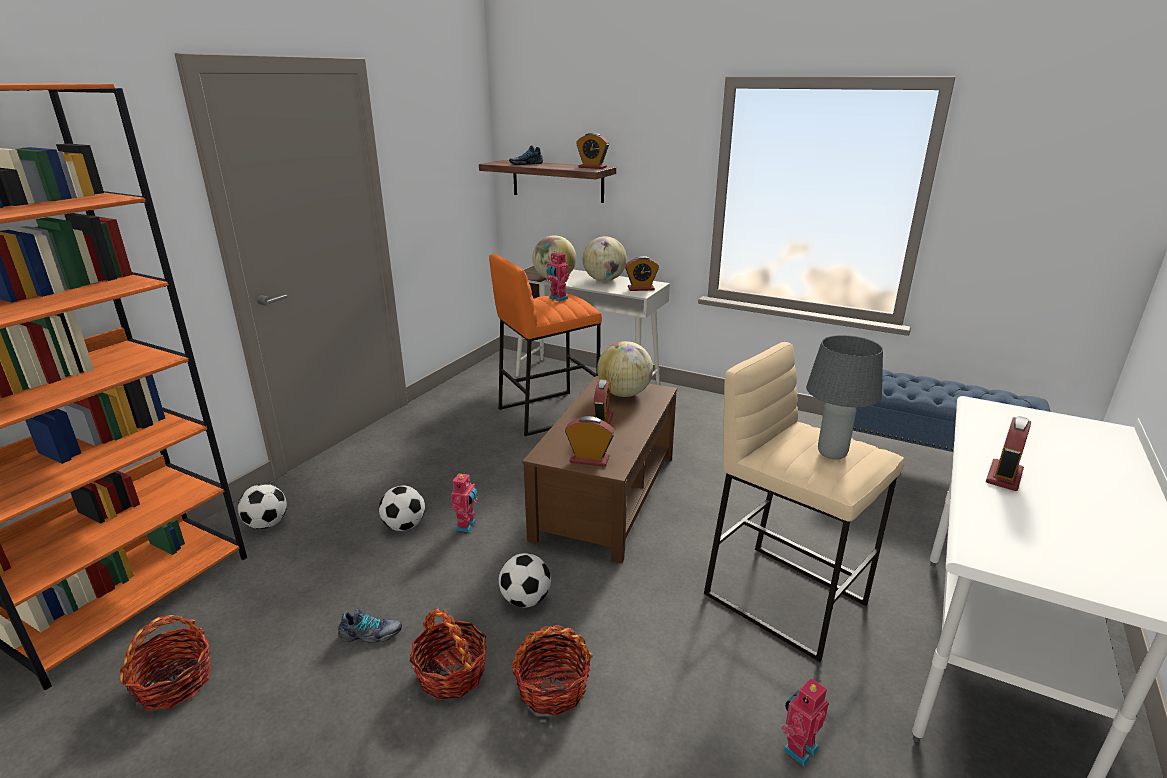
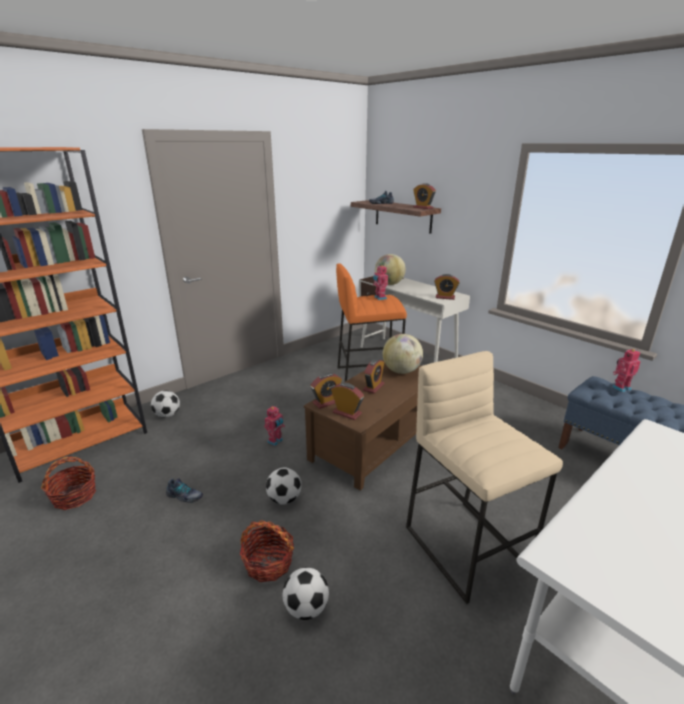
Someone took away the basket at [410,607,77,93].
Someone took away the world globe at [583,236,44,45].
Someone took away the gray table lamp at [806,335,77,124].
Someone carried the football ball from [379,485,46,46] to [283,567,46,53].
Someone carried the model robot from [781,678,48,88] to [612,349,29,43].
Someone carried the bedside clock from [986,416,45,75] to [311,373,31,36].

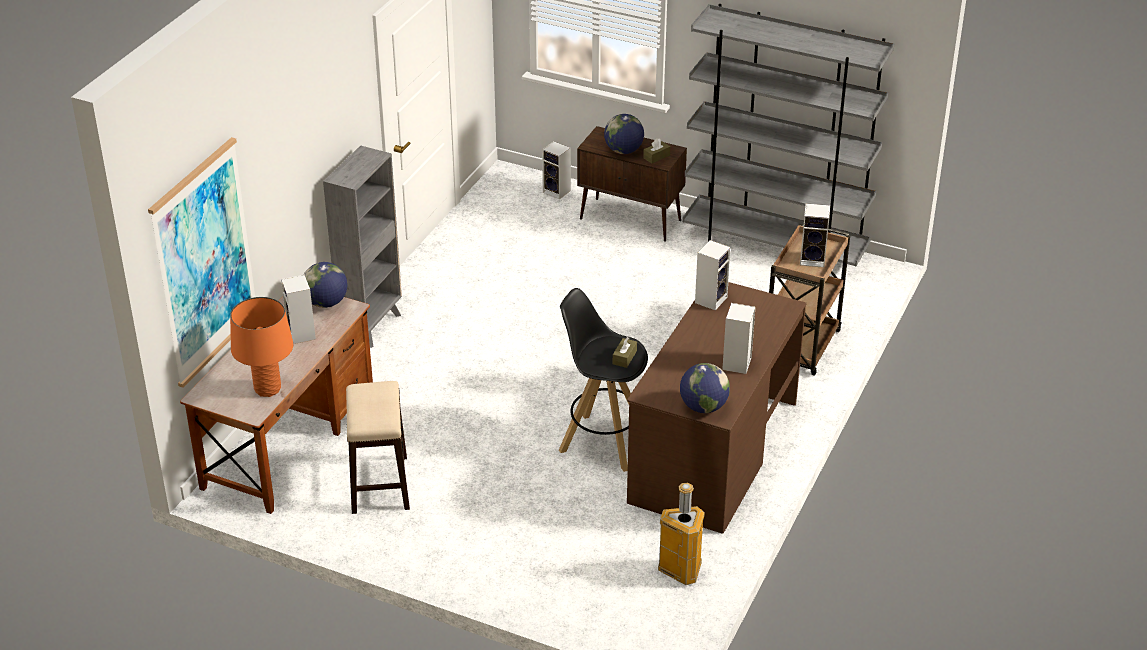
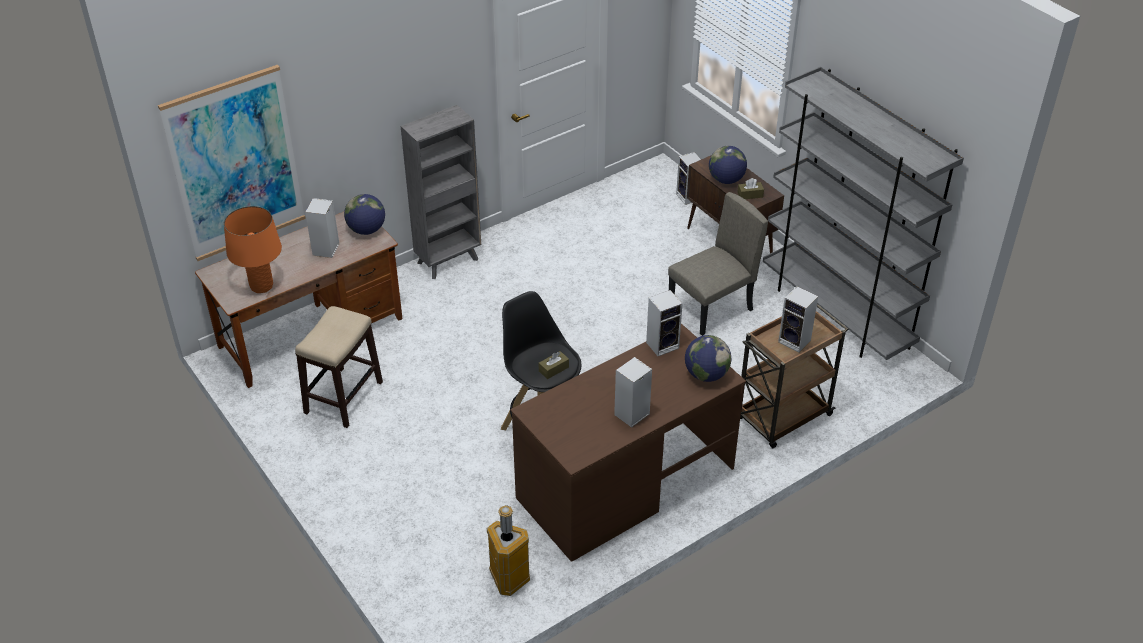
Someone put down the beige plain chair at [668,192,100,144].
Someone carried the world globe from [680,363,50,50] to [685,335,46,47].

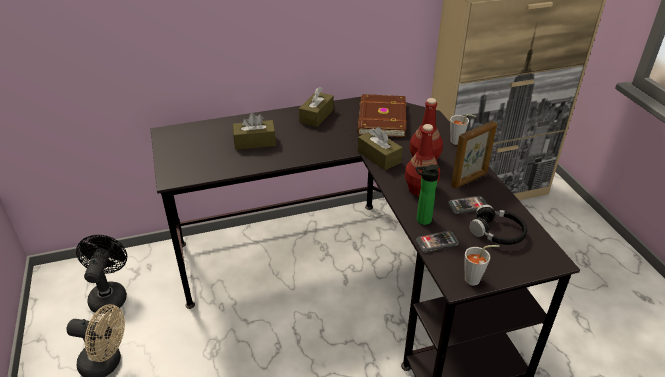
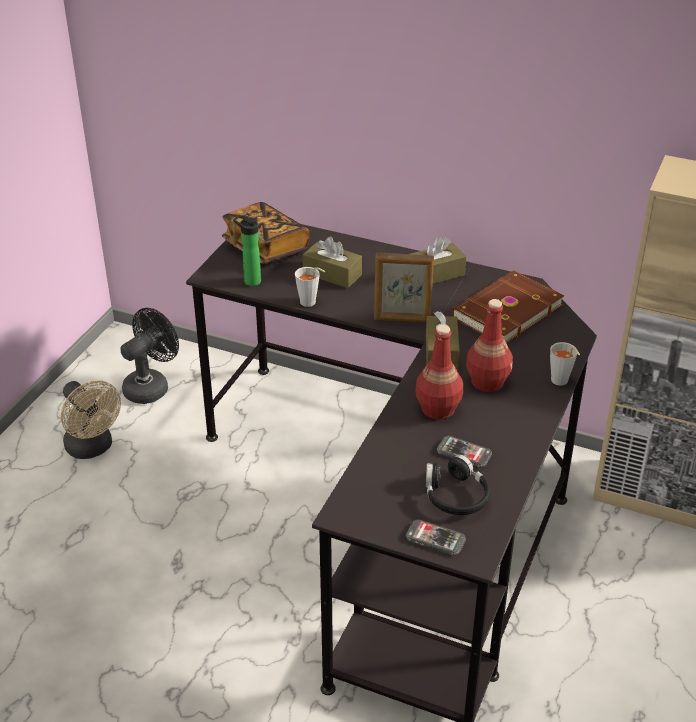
Someone put down the bound book at [222,202,88,62].
Someone carried the bottle from [416,164,23,61] to [233,215,28,71].
Someone carried the telephone from [416,231,43,22] to [406,519,60,36].
Someone carried the picture frame from [451,121,46,68] to [374,252,60,71].
Someone carried the gray cup from [464,245,35,41] to [295,267,30,40].

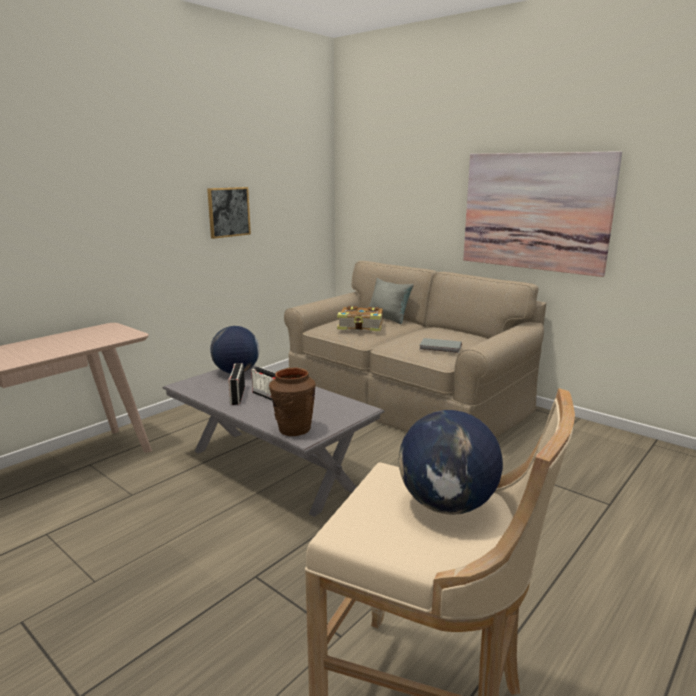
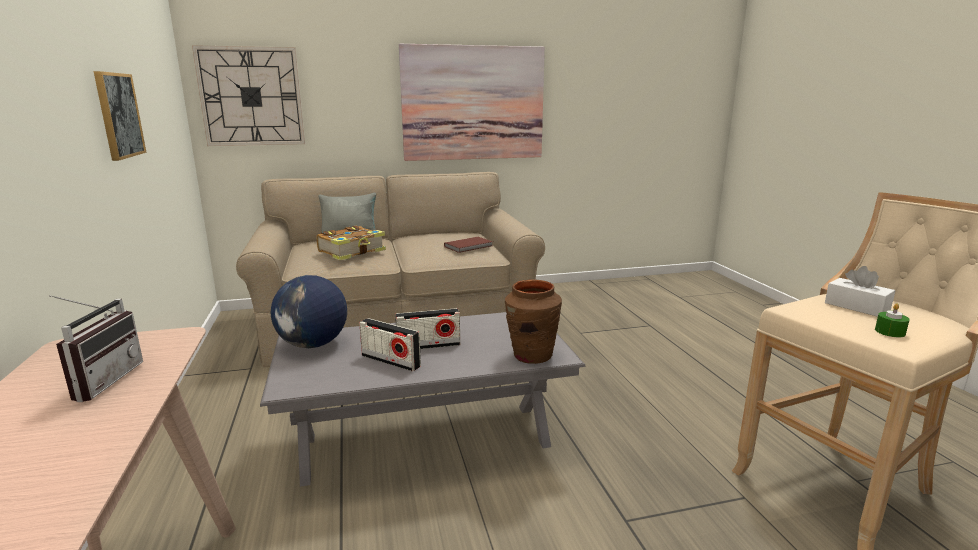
Someone put down the radio receiver at [49,295,94,107].
Someone put up the wall clock at [192,45,113,101].
Someone put down the greenish wax candle at [875,304,35,33].
Someone swapped the world globe at [399,410,104,105] for the white tissue holder at [825,266,70,51].
Someone repainted the gray bound book at [420,338,42,15], which became the brownish bound book at [444,237,49,16].

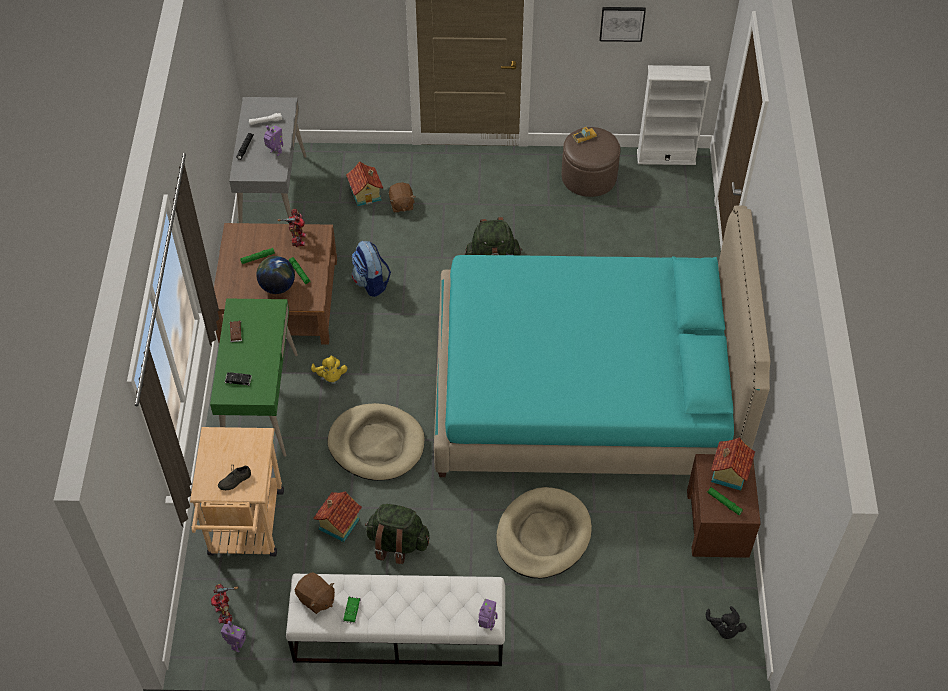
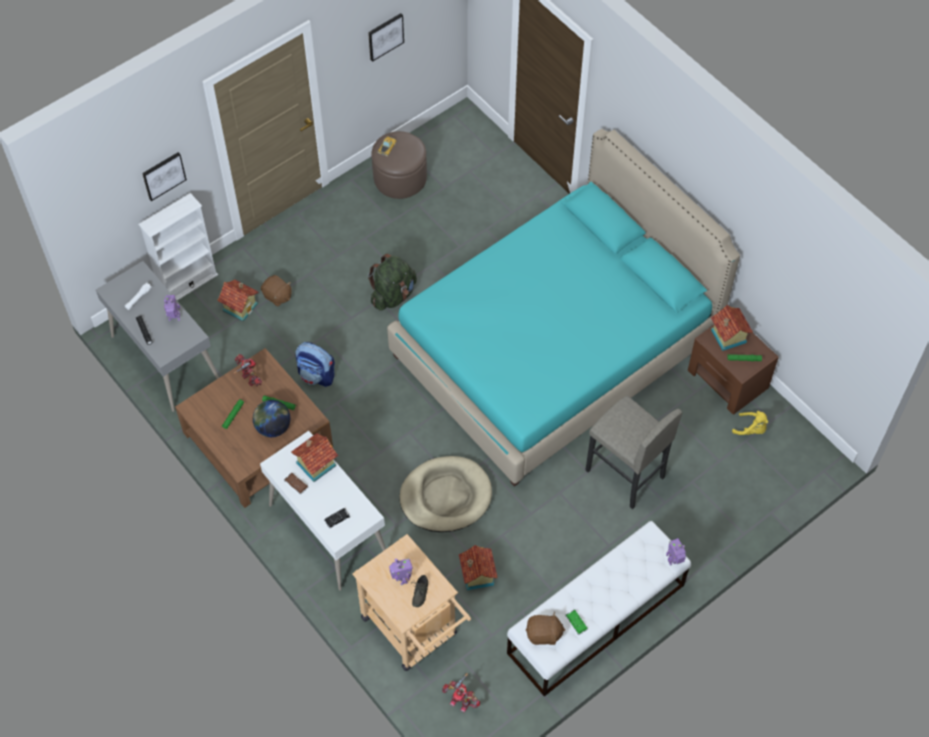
Someone took away the greenish backpack at [365,504,65,60].
Someone took away the black-coloured cuddly toy at [706,606,40,33].
Someone put up the picture at [142,152,45,49].
Someone put down the toy house at [291,433,47,49].
Someone carried the model robot from [221,621,25,32] to [389,558,23,27].
Someone carried the yellow cuddly toy from [311,355,37,27] to [732,411,36,24].
Someone carried the white shelving unit from [637,65,74,100] to [138,193,80,108].
Someone swapped the beige dog cushion at [496,487,96,92] for the gray stool at [586,396,96,113].
Someone repainted the greenish desk table at [210,298,88,159], which became the white desk table at [260,431,126,160].

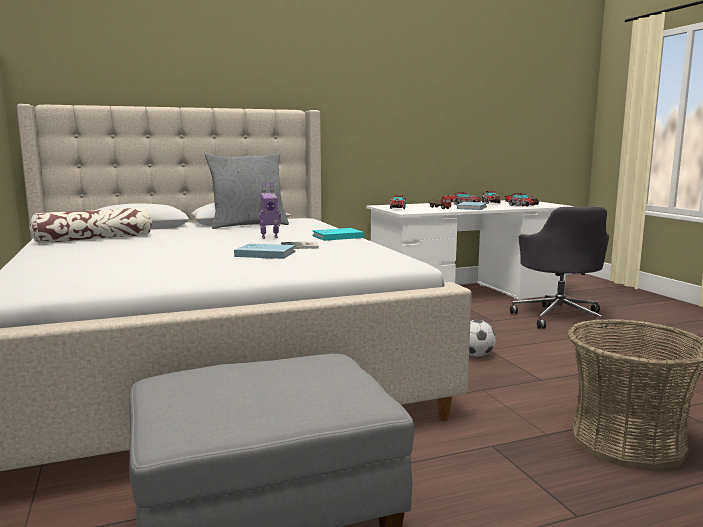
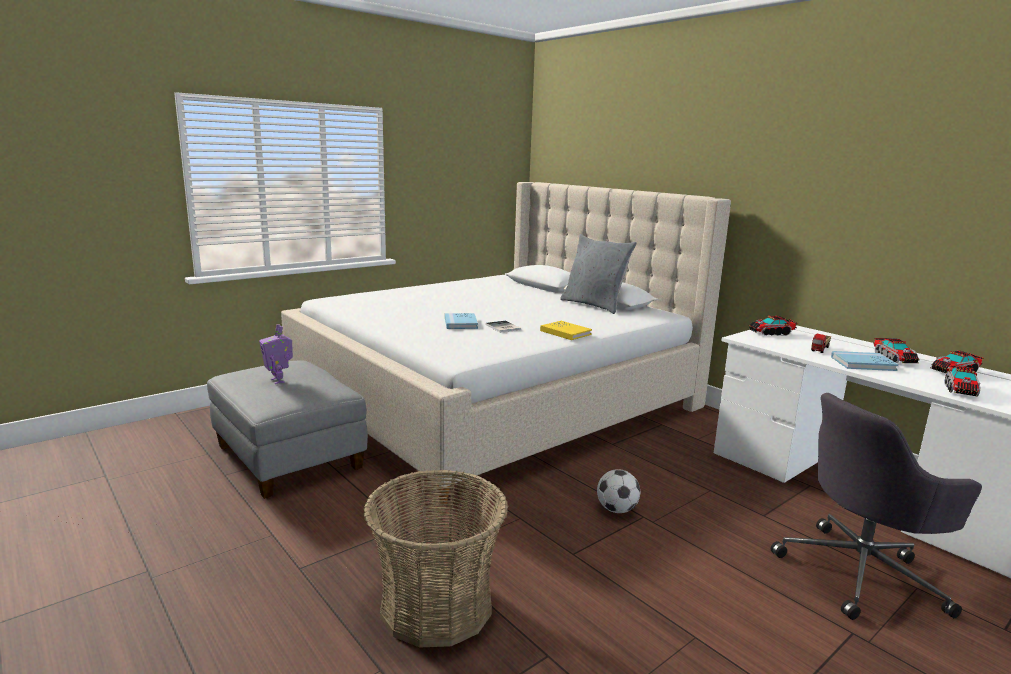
Someone took away the pillow at [29,207,123,36].
Someone carried the model robot from [259,182,22,57] to [259,324,34,60].
Someone repainted the turquoise bound book at [312,228,52,13], which became the yellow bound book at [540,321,52,19].

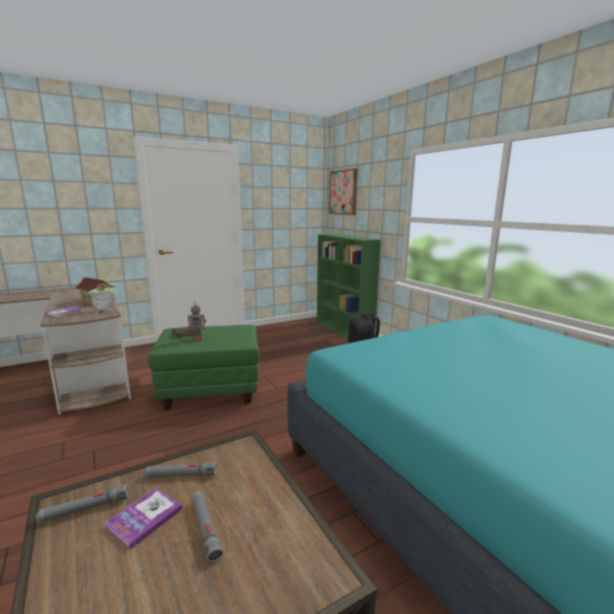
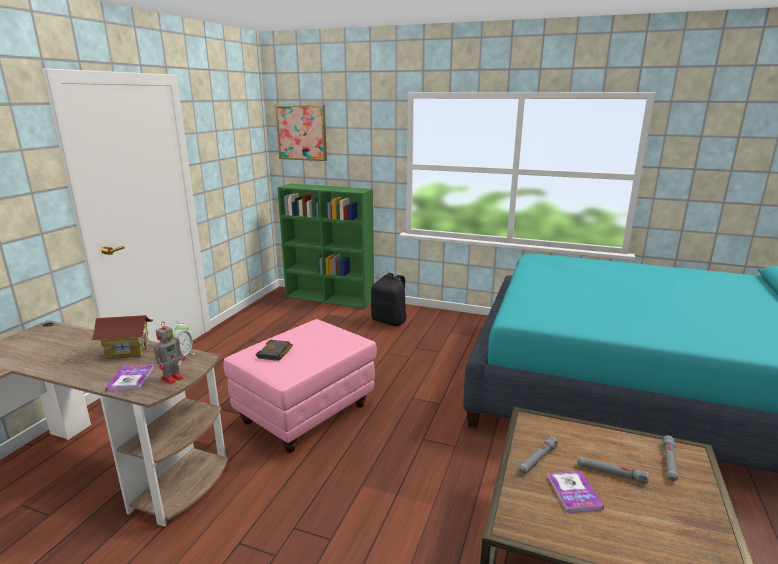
Someone carried the gray torch from [36,485,92,37] to [662,436,16,45].
Someone carried the model robot from [188,305,18,36] to [153,322,32,62].
Someone repainted the greenish ottoman at [148,325,112,85], which became the pinkish ottoman at [223,319,154,134].

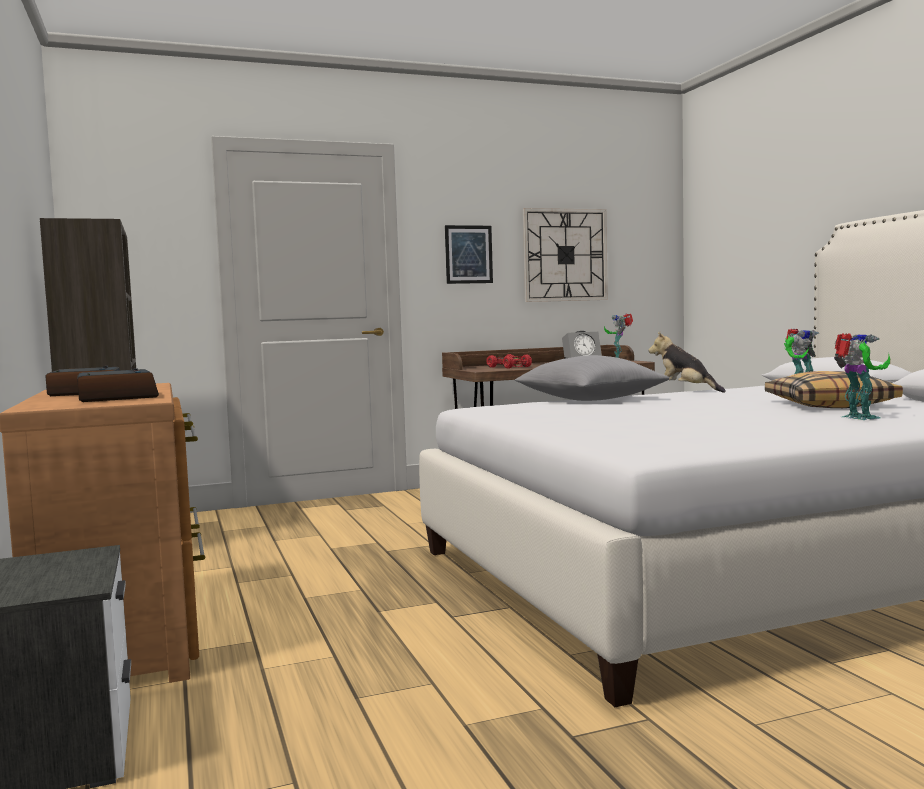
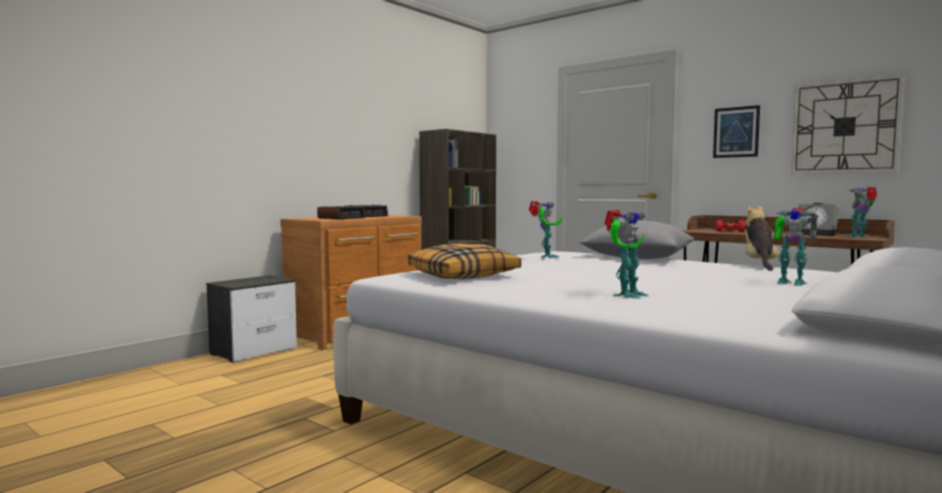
Someone put down the model robot at [529,201,33,57].
Someone carried the pillow from [765,371,138,37] to [408,244,113,35].

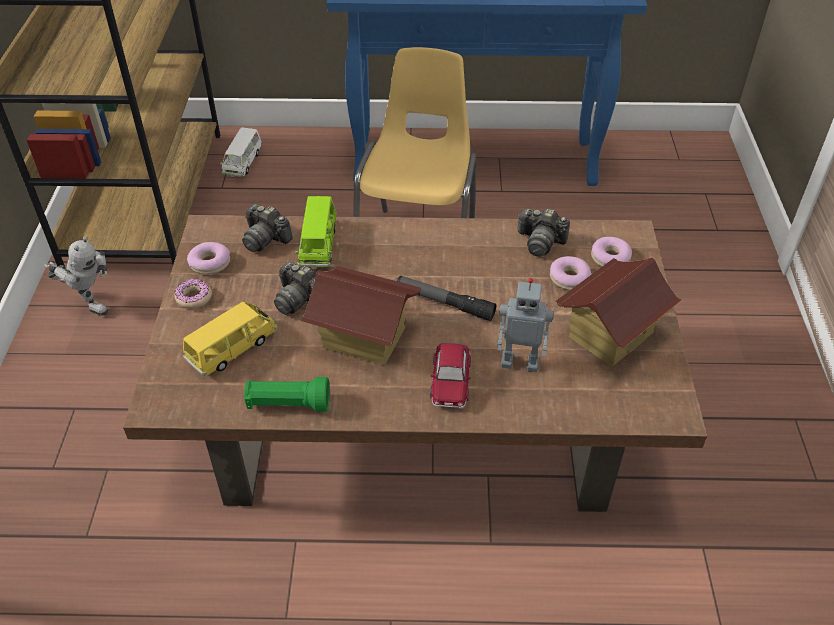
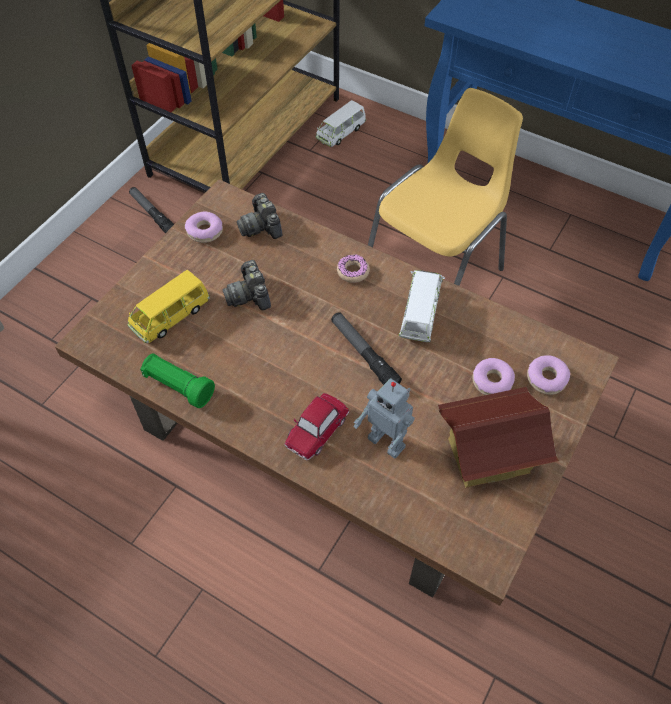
Someone took away the greenish model car at [295,196,42,73].
Someone took away the toy house at [301,265,120,101].
Someone took away the still camera at [518,209,52,48].
Someone put down the white model car at [399,270,46,72].
Someone carried the donut from [175,279,37,30] to [337,254,33,29].
Someone swapped the model robot at [44,236,64,80] for the torch at [129,187,45,46].
Someone rotated the yellow model car at [183,302,94,74] by 150 degrees clockwise.

